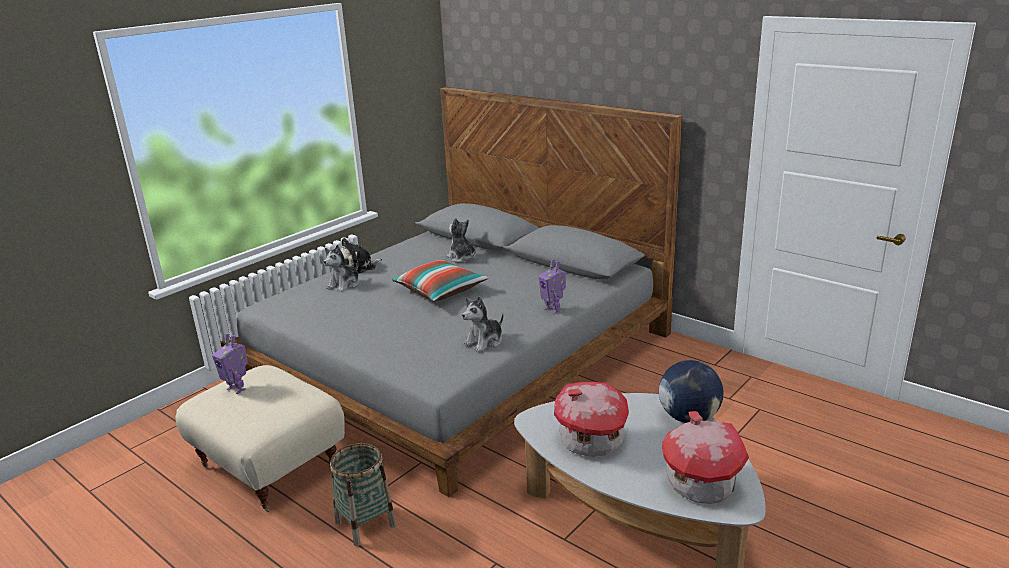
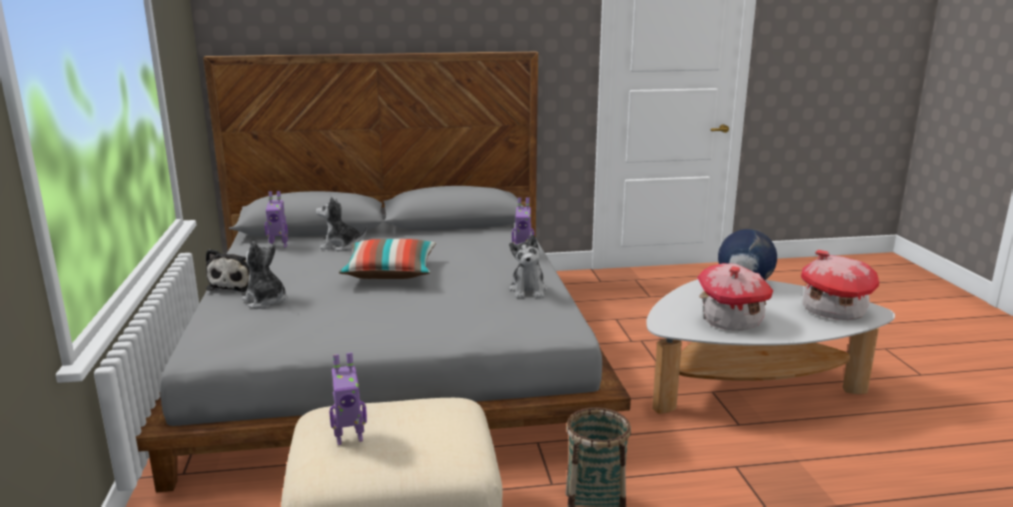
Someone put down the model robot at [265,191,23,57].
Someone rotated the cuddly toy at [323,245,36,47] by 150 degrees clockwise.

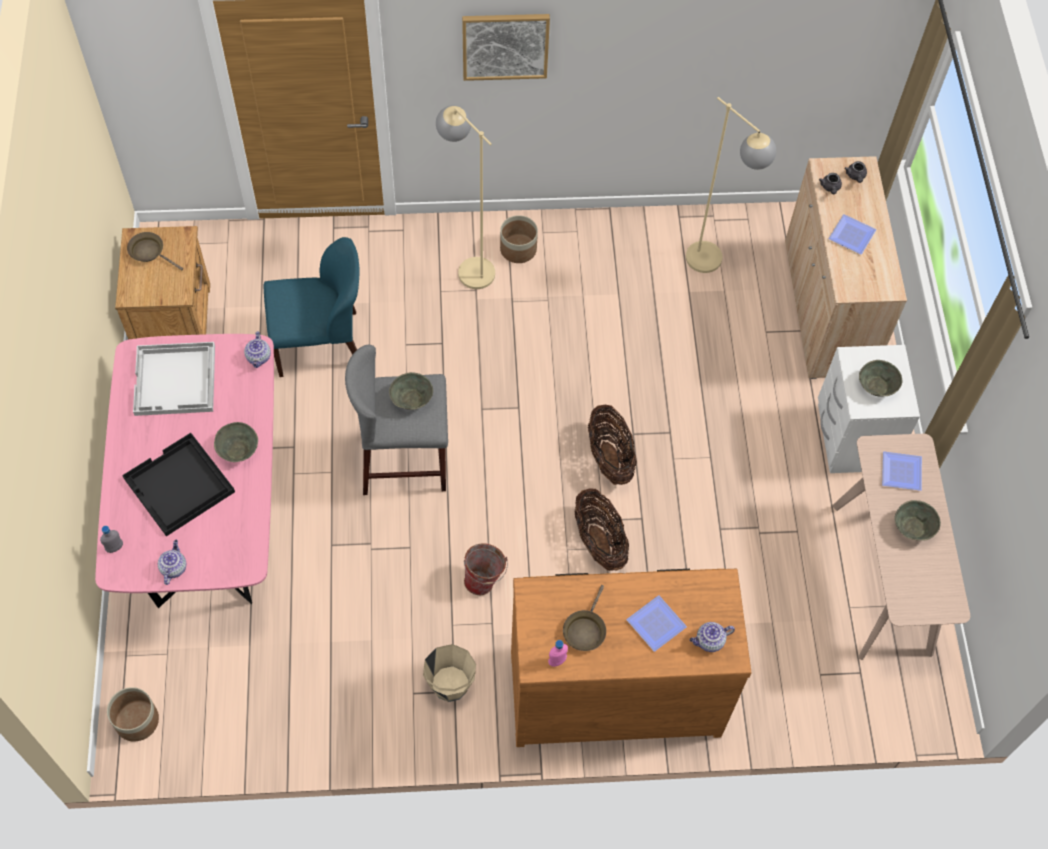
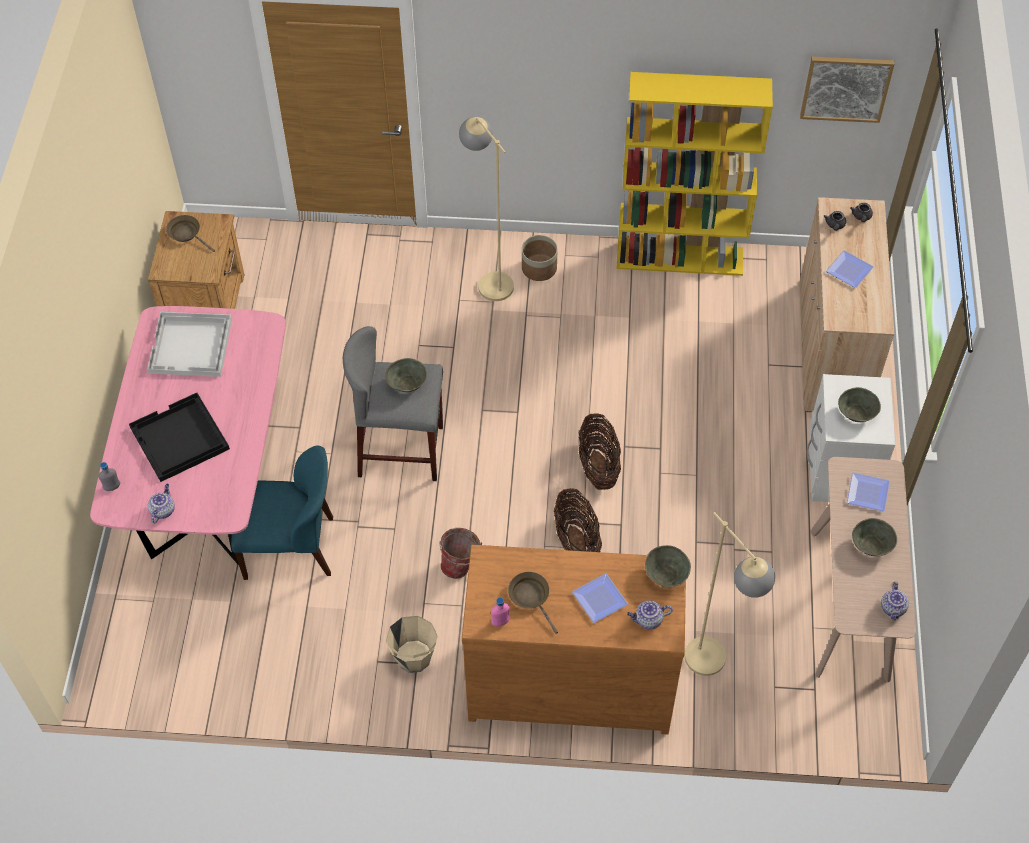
Someone took away the plant pot at [107,687,52,55].
Someone put down the yellow shelving unit at [617,72,156,204].
Someone carried the gray serving bowl from [214,422,44,40] to [645,545,46,42].
Someone carried the tea pot from [244,331,27,37] to [881,581,28,39].
Someone carried the blue-coloured plain chair from [263,237,97,140] to [231,446,102,134].
Someone carried the picture from [462,14,88,67] to [800,57,94,66].
Someone carried the beige floor lamp from [686,97,90,176] to [685,512,90,164].
Someone rotated the brownish skillet at [563,585,43,66] by 120 degrees clockwise.

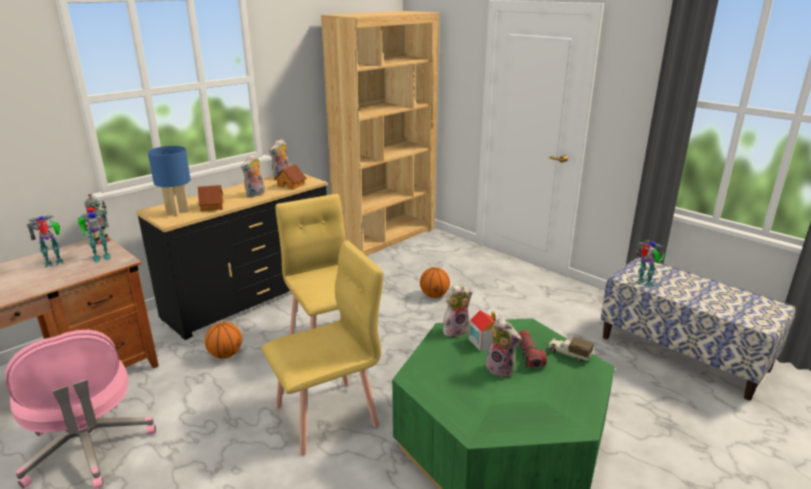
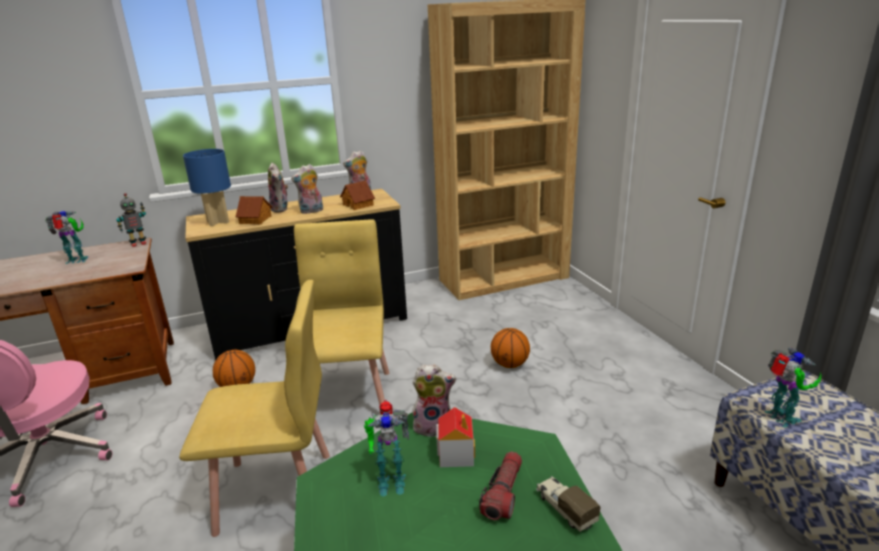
Someone carried the model robot from [78,207,33,56] to [364,400,45,97].
Someone carried the cuddly toy from [486,318,35,60] to [268,163,20,49].

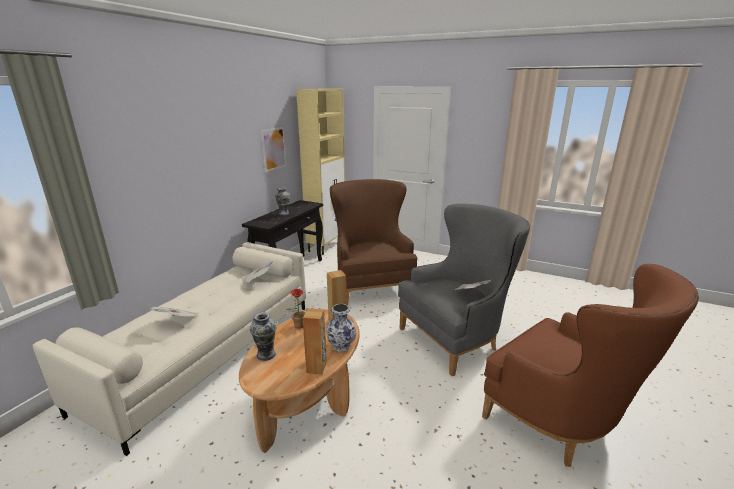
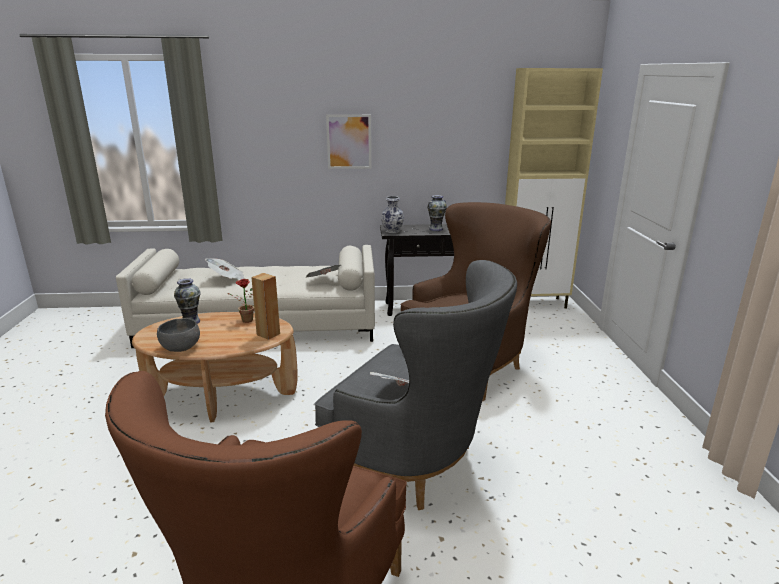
Someone carried the picture from [261,127,26,45] to [326,114,45,55].
Someone carried the vase from [326,304,30,48] to [381,196,23,37].
Someone swapped the brownish speaker at [303,308,24,67] for the gray serving bowl at [157,318,43,34].

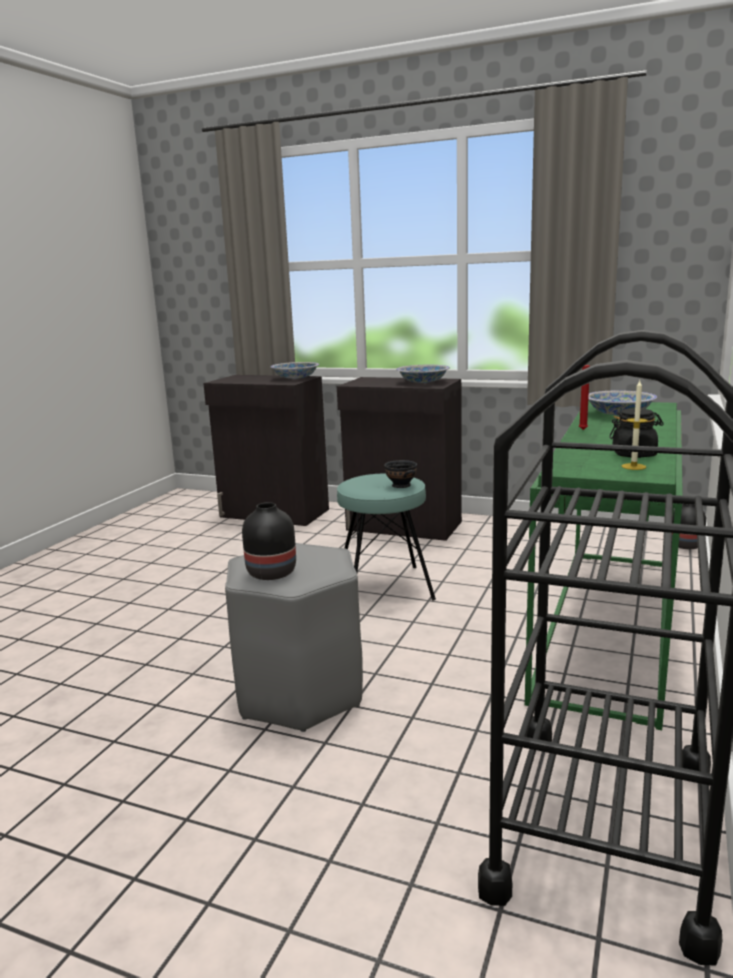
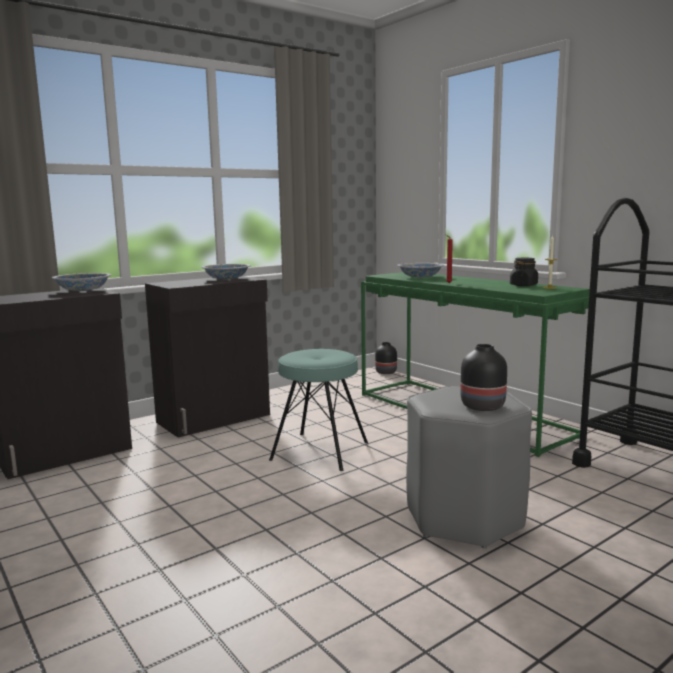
Someone took away the black-coloured serving bowl at [384,460,33,28].

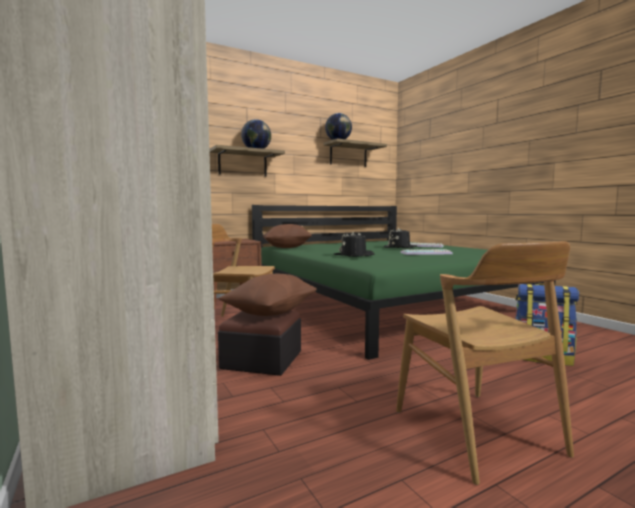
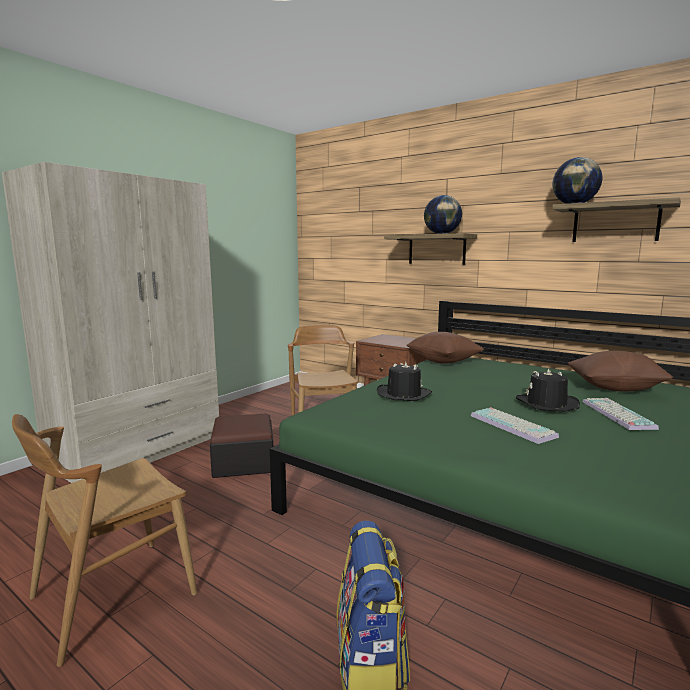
Someone carried the brownish pillow from [219,274,98,42] to [568,351,105,41].

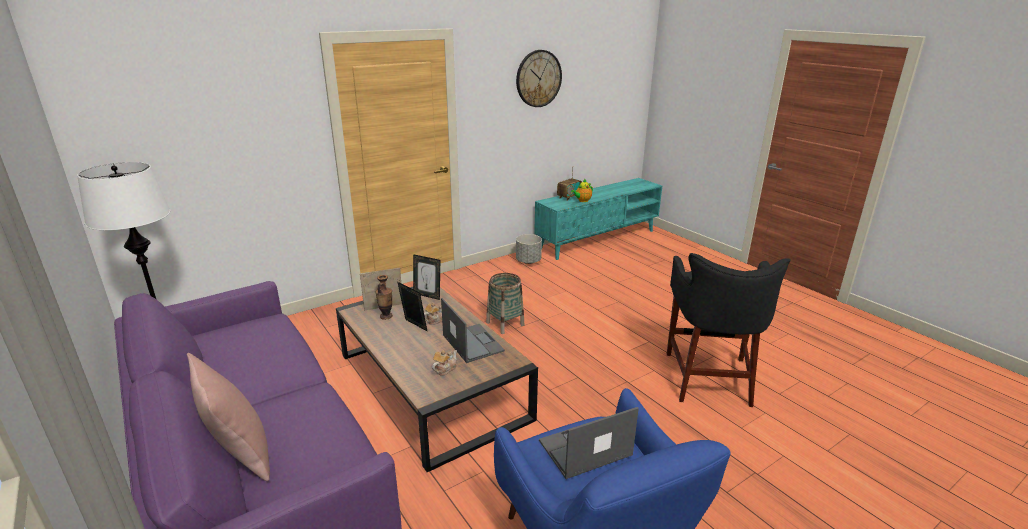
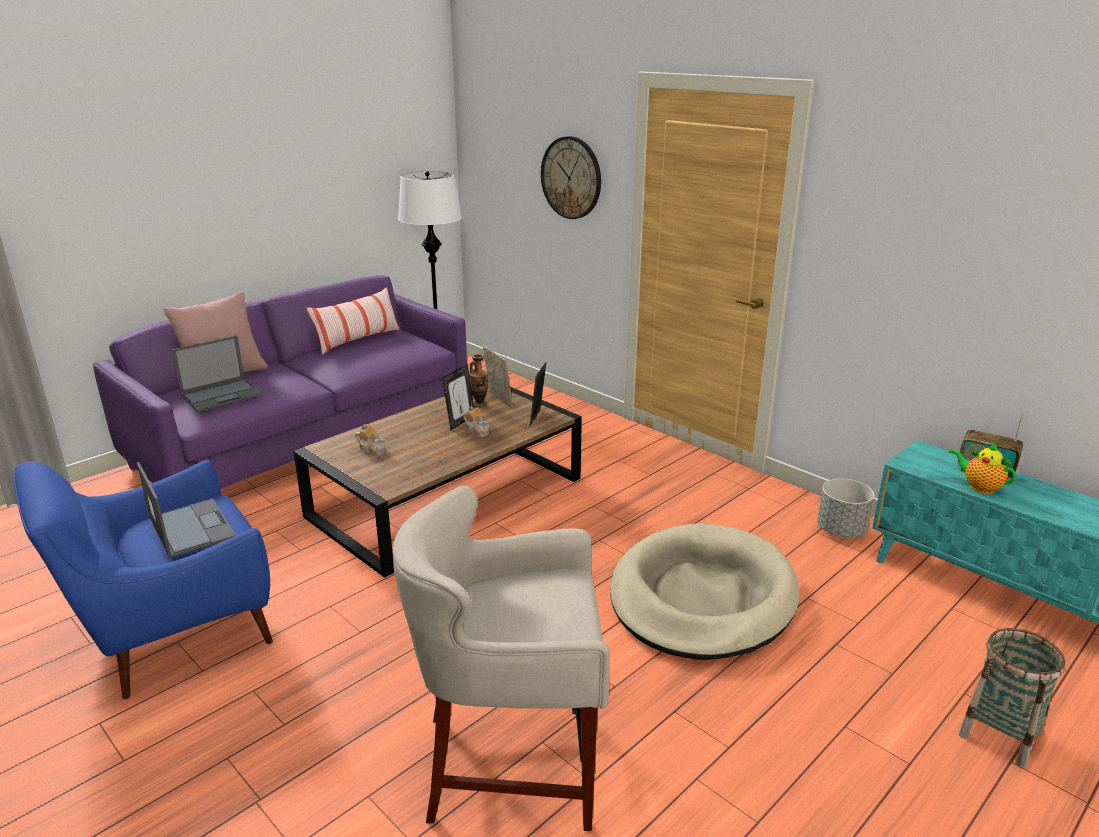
Someone put down the pillow at [306,287,95,68].
Someone put down the beige dog cushion at [610,523,190,137].
Someone carried the notebook computer from [441,298,64,65] to [171,335,92,77].
Someone carried the basket from [486,273,38,61] to [959,628,106,140].
Someone carried the wall clock from [516,50,46,57] to [541,136,60,83].
Someone repainted the black-coloured stool at [667,253,124,154], which became the beige stool at [393,486,217,345].

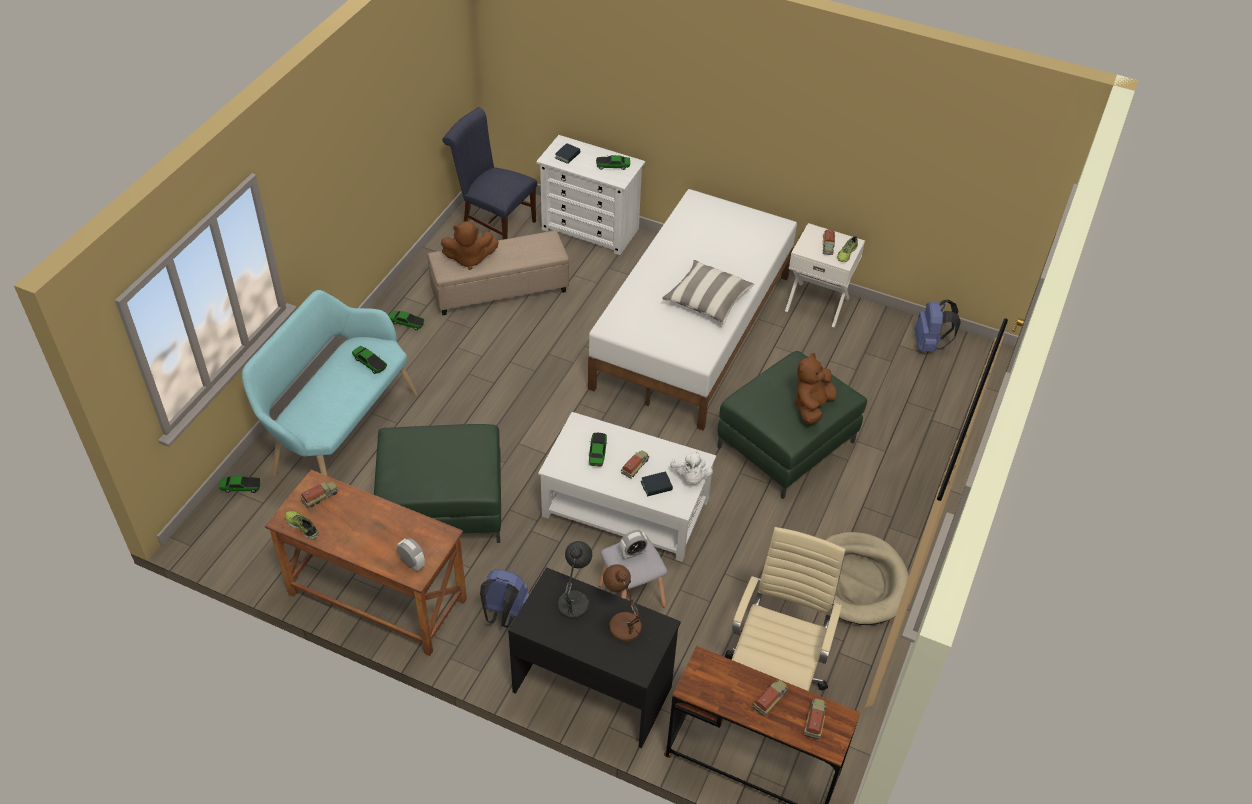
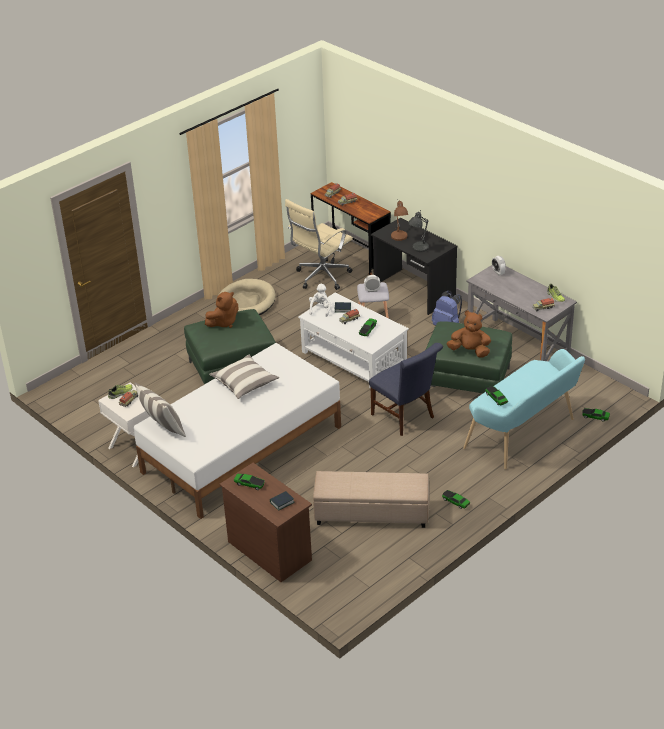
Someone took away the blue-coloured backpack at [914,300,47,52].
Someone put down the pillow at [134,383,52,54].
Someone carried the brownish cuddly toy from [441,221,58,49] to [446,311,45,47].
Someone carried the blue-coloured plain chair from [442,107,95,133] to [369,343,74,93].
Someone repainted the brownish desk table at [265,470,202,186], which became the gray desk table at [466,265,111,97].
Someone repainted the white drawer chest at [536,135,109,120], which became the brownish drawer chest at [220,463,92,119].

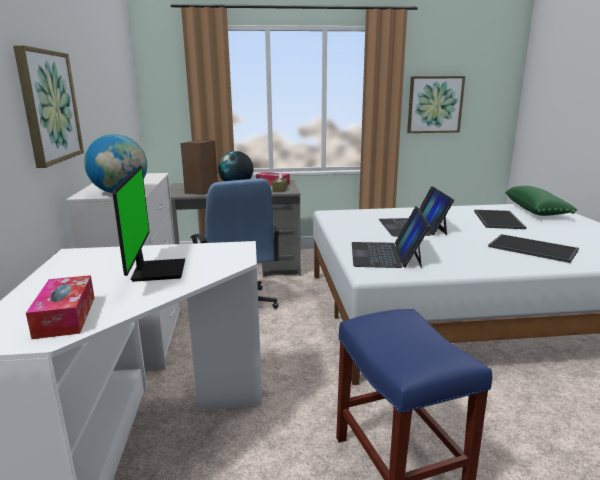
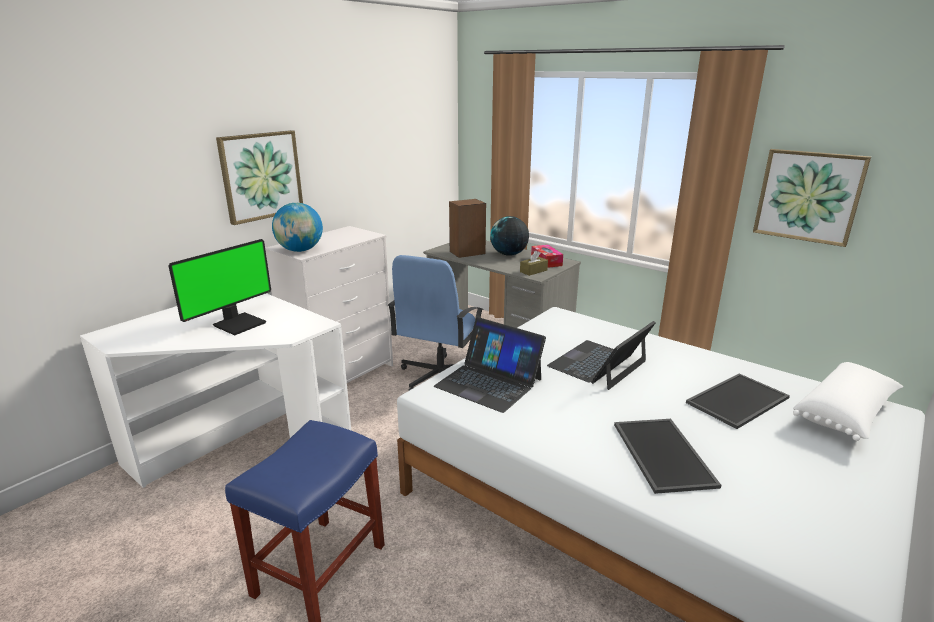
Someone took away the tissue holder at [26,275,68,64].
Someone repainted the greenish pillow at [505,186,72,30], which became the white pillow at [793,362,110,79].
Someone rotated the notebook computer at [352,206,78,62] by 105 degrees counterclockwise.

